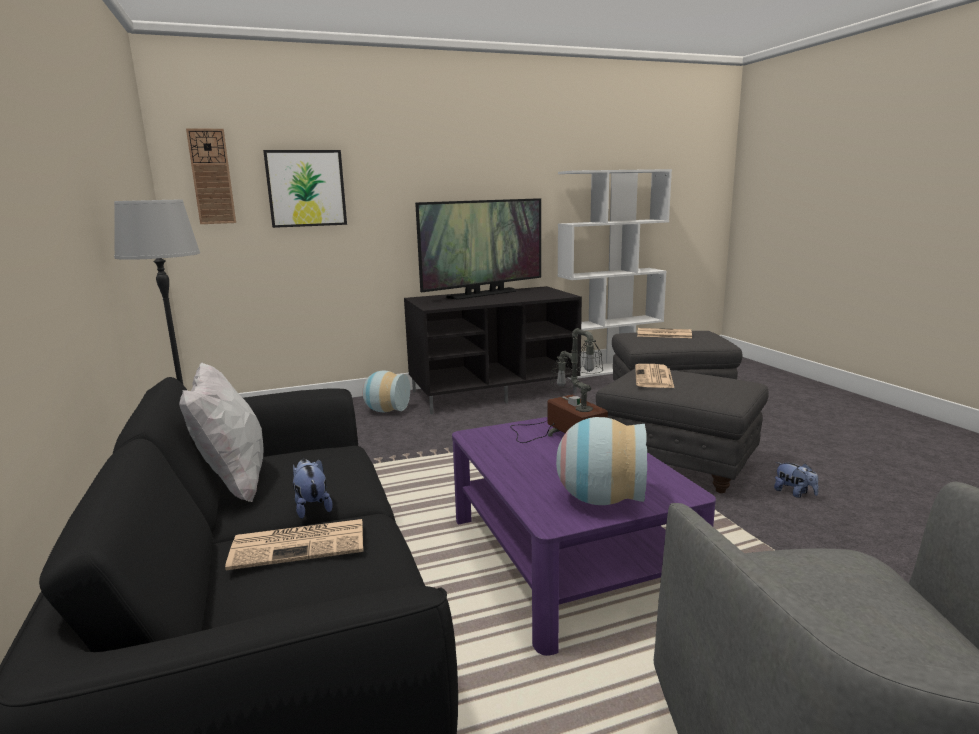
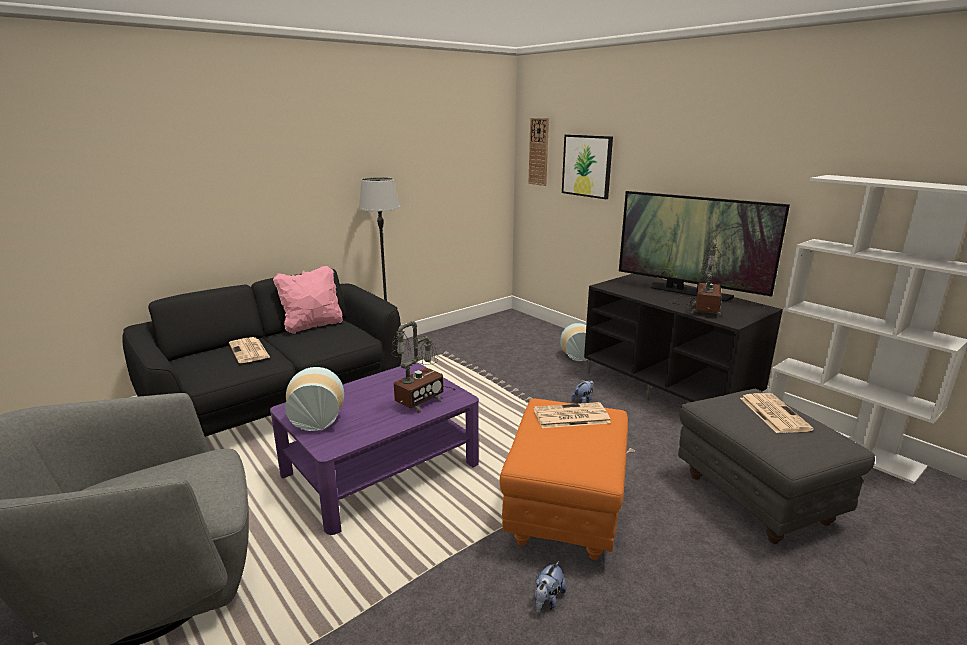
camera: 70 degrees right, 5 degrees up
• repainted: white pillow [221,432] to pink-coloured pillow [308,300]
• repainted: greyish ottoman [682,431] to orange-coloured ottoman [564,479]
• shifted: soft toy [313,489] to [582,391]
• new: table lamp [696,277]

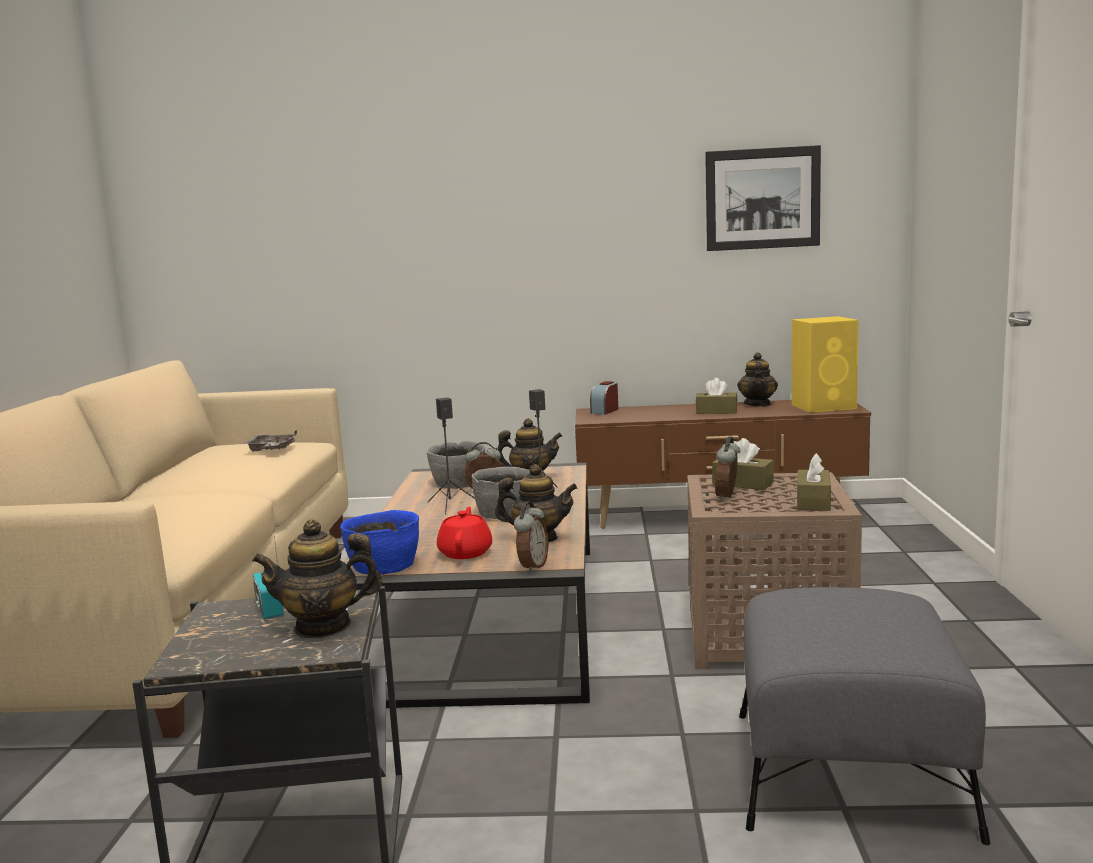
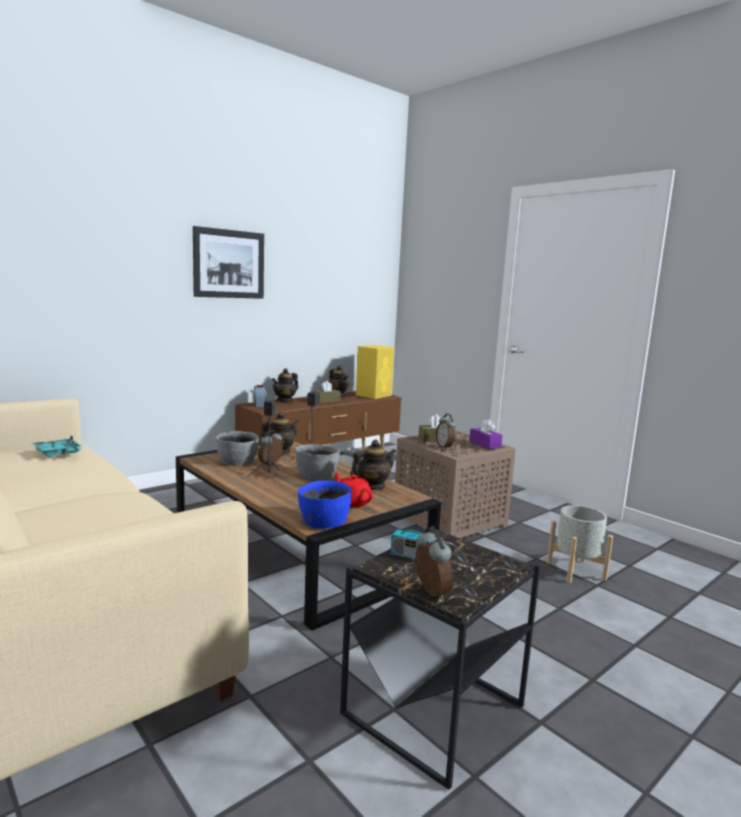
camera: 45 degrees left, 0 degrees up
• shifted: wall picture [763,198] to [228,262]
• repainted: greyish serving tray [270,440] to blue-green serving tray [57,446]
• repainted: brown box of tissues [814,482] to purple-coloured box of tissues [486,434]
• shifted: bedside clock [531,537] to [435,564]
• shifted: tea pot [317,578] to [285,385]
• swapped: greyish ottoman [864,716] to greyish planter [580,544]

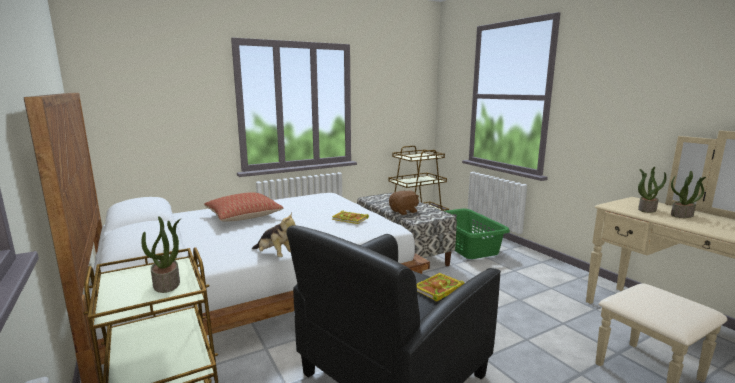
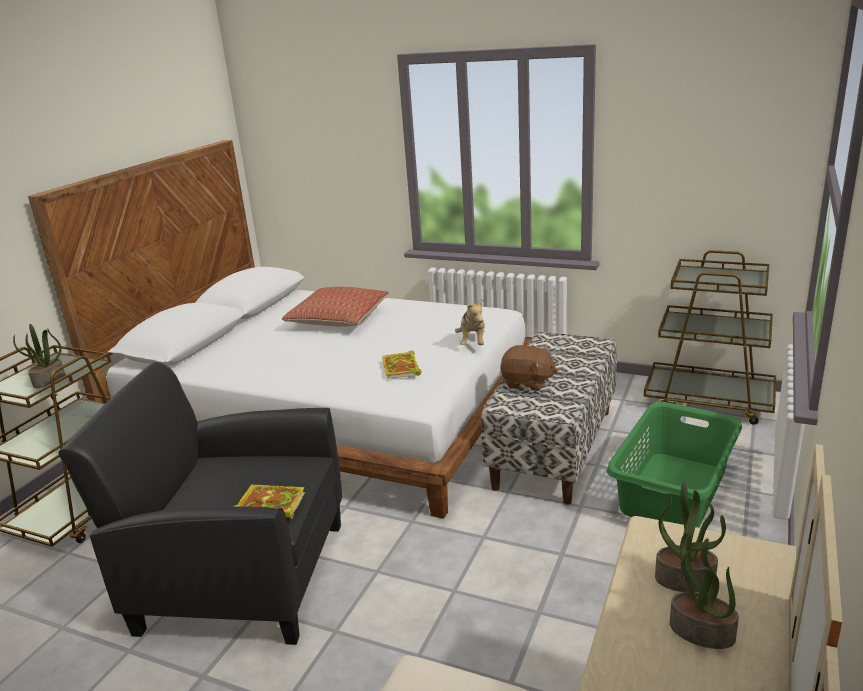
camera: 55 degrees right, 10 degrees up
• shifted: soft toy [273,234] to [470,322]

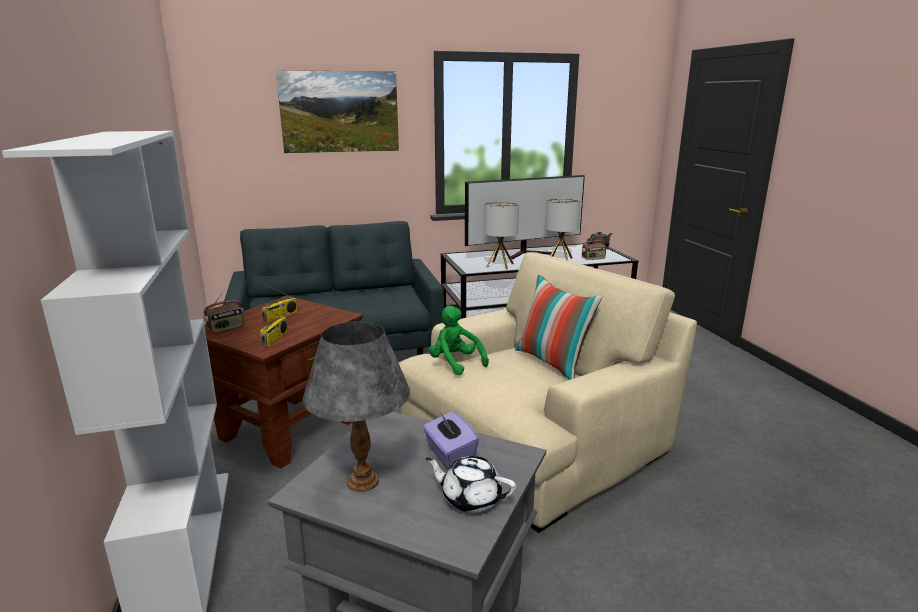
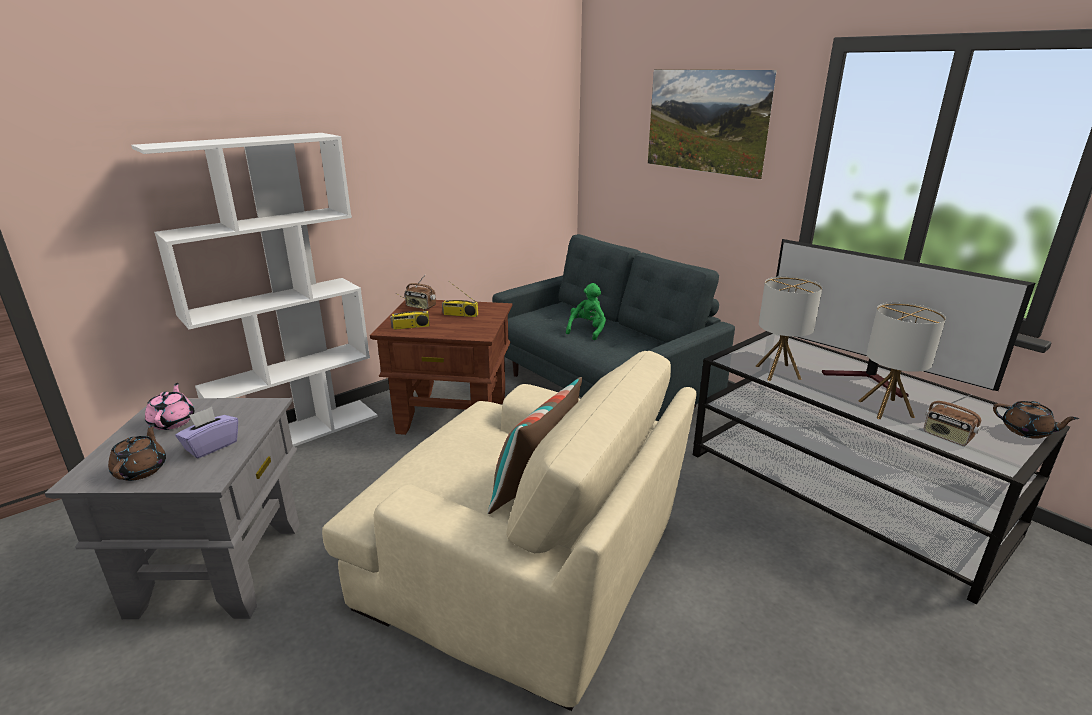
camera: 65 degrees right, 5 degrees up
• shifted: green-coloured soft toy [459,341] to [586,311]
• swapped: greyish table lamp [356,406] to pink-coloured tea pot [169,406]
• repainted: white tea pot [470,484] to brown tea pot [137,452]

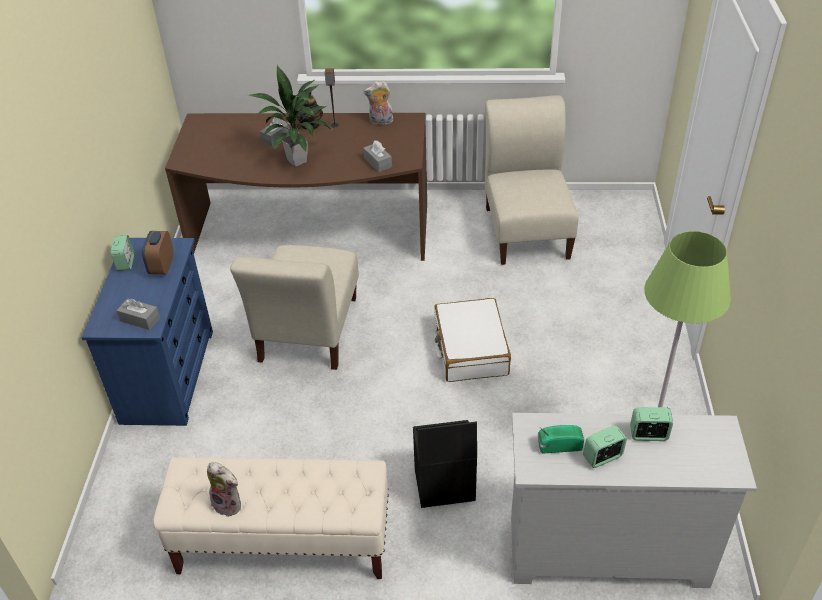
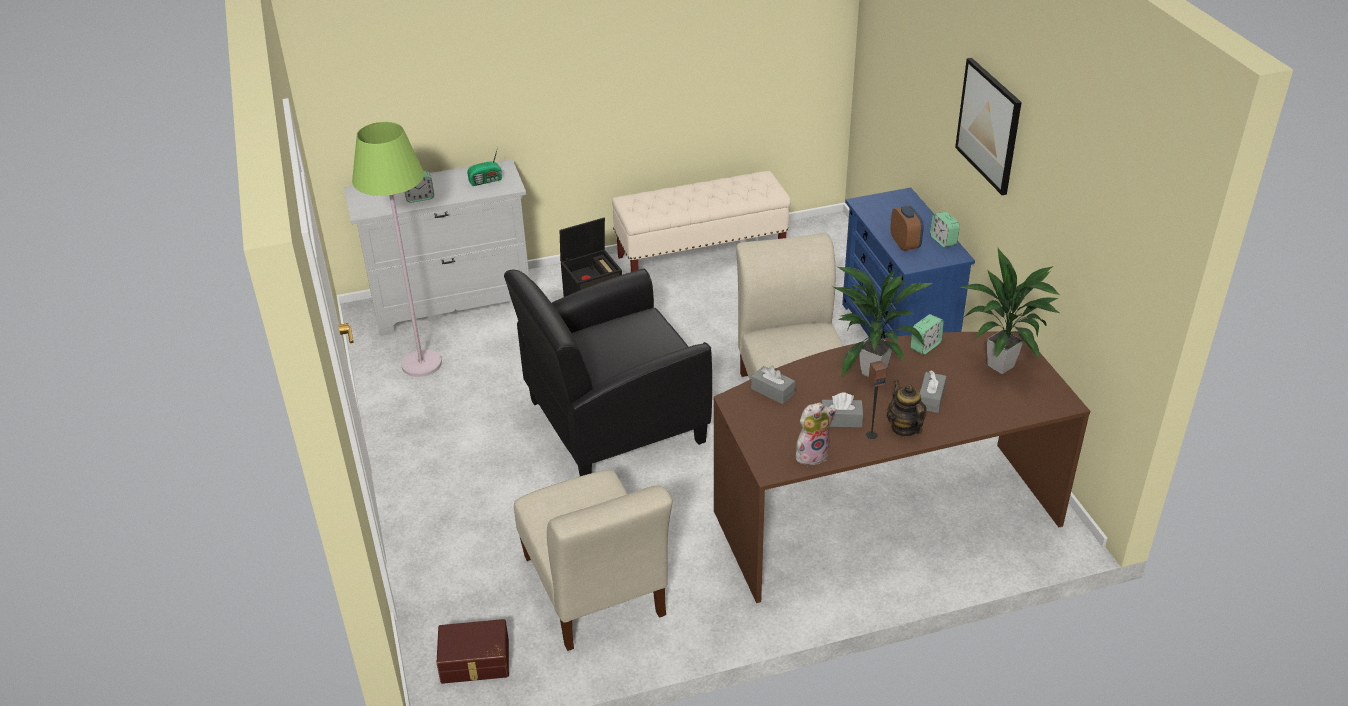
camera: 160 degrees right, 5 degrees down
• shifted: greyish box of tissues [138,314] to [842,409]
• swapped: white travel case [472,340] to blackish lounge chair [608,372]
• shifted: bedside clock [605,446] to [927,334]
• gone: soft toy [224,489]
• new: wall picture [988,126]
• new: potted plant [1011,311]
• new: brown storage box [473,651]

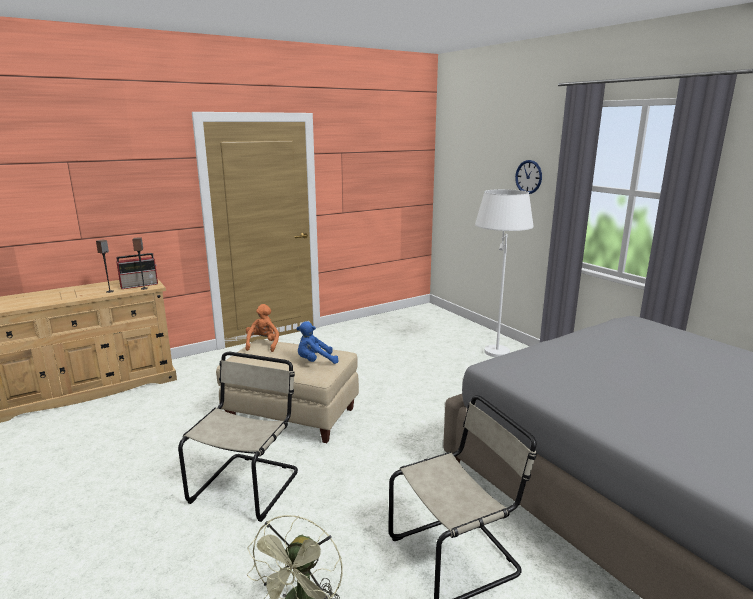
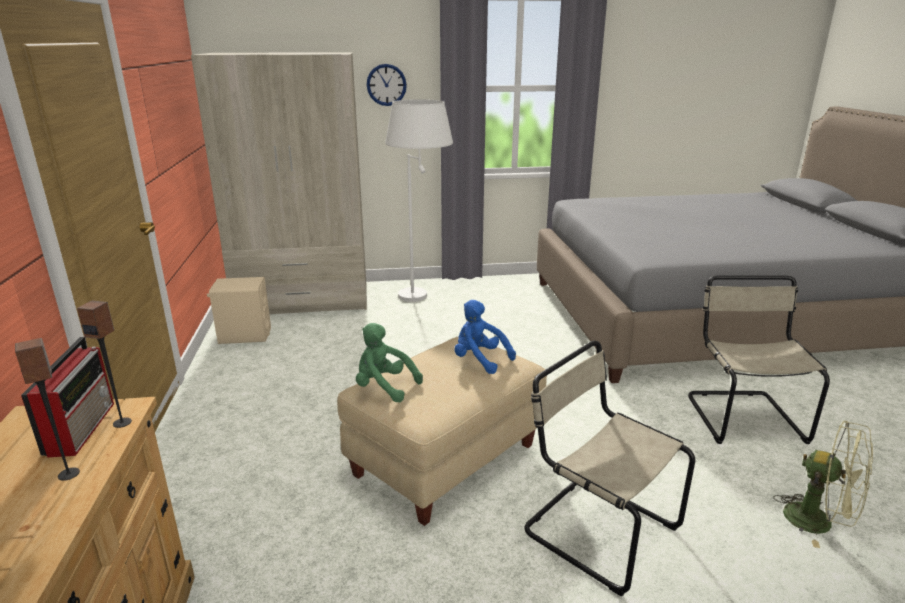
camera: 65 degrees left, 5 degrees up
• repainted: orange-coloured soft toy [262,328] to green-coloured soft toy [389,362]
• rotated: blue-coloured soft toy [317,342] = [485,337] 120 degrees clockwise
• new: beige clothes cupboard [279,183]
• new: beige loudspeaker [239,310]

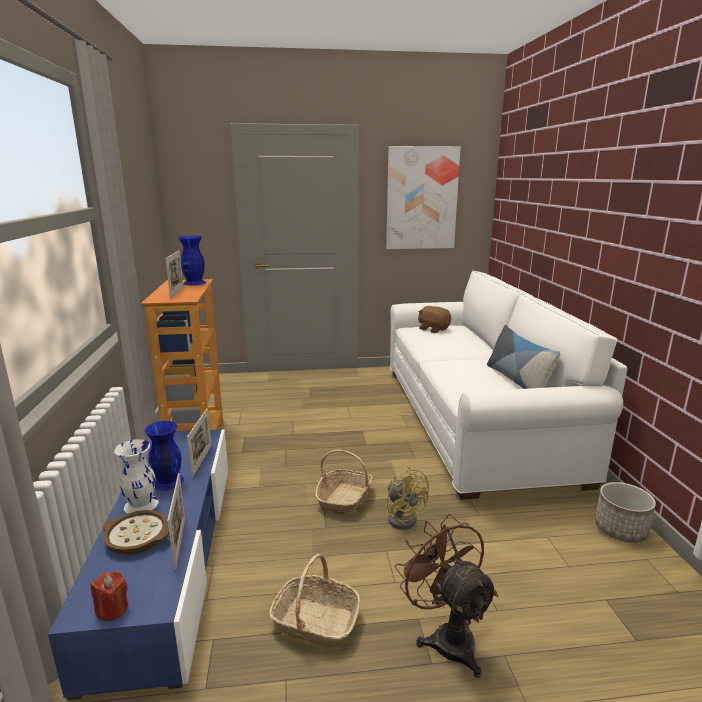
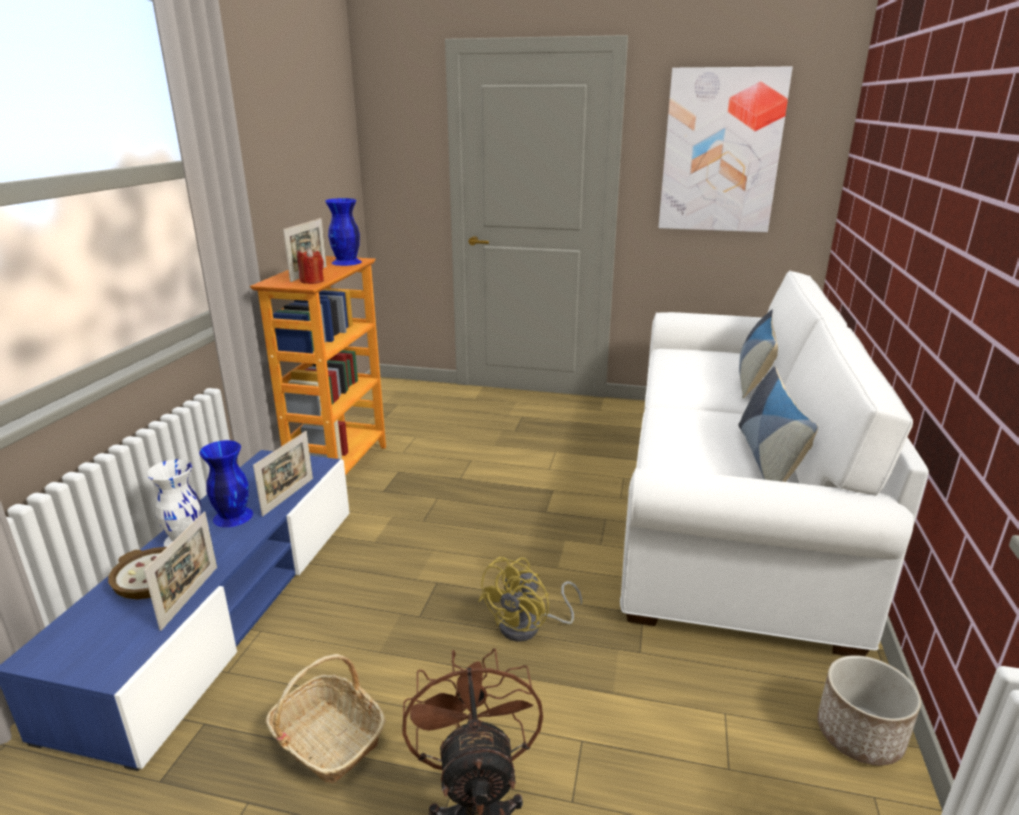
camera: 20 degrees right, 5 degrees up
• gone: brown soft toy [434,319]
• gone: household basket [344,483]
• rotated: yellowish cooling fan [407,498] = [530,599] 45 degrees clockwise
• shifted: red wax light [109,595] to [310,266]
• new: pillow [758,353]

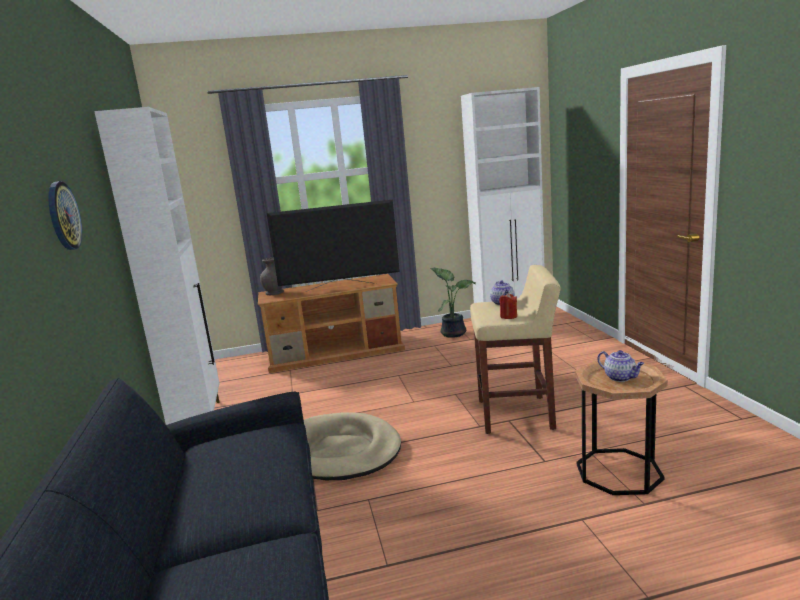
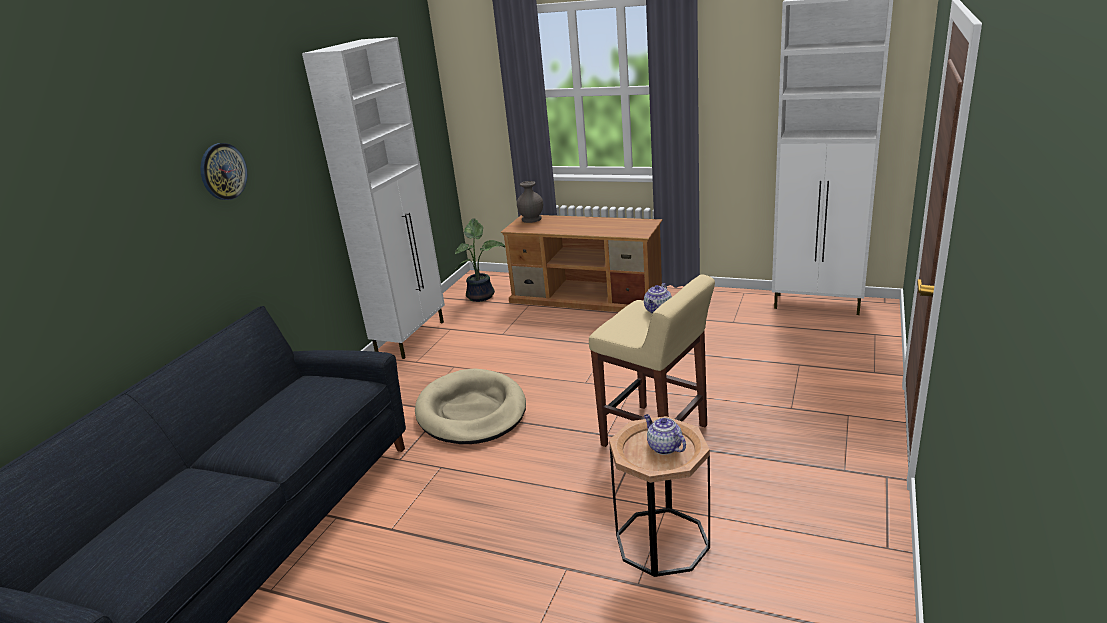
camera: 35 degrees right, 10 degrees up
• gone: TV set [333,246]
• shifted: potted plant [453,303] to [479,260]
• gone: red wax light [508,306]
• rotated: tea pot [620,366] = [665,434] 150 degrees clockwise

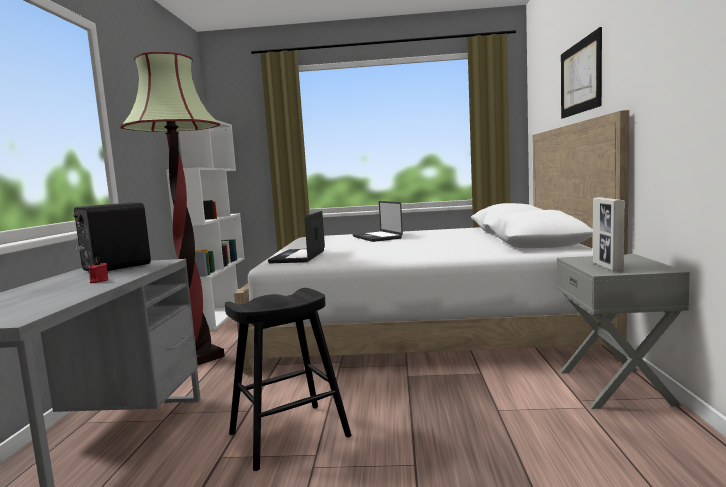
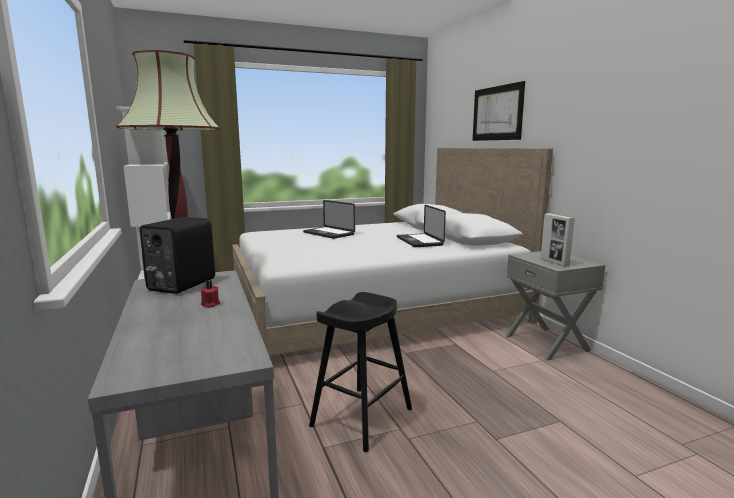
camera: 25 degrees left, 5 degrees up
• shifted: notebook computer [296,237] to [421,226]

